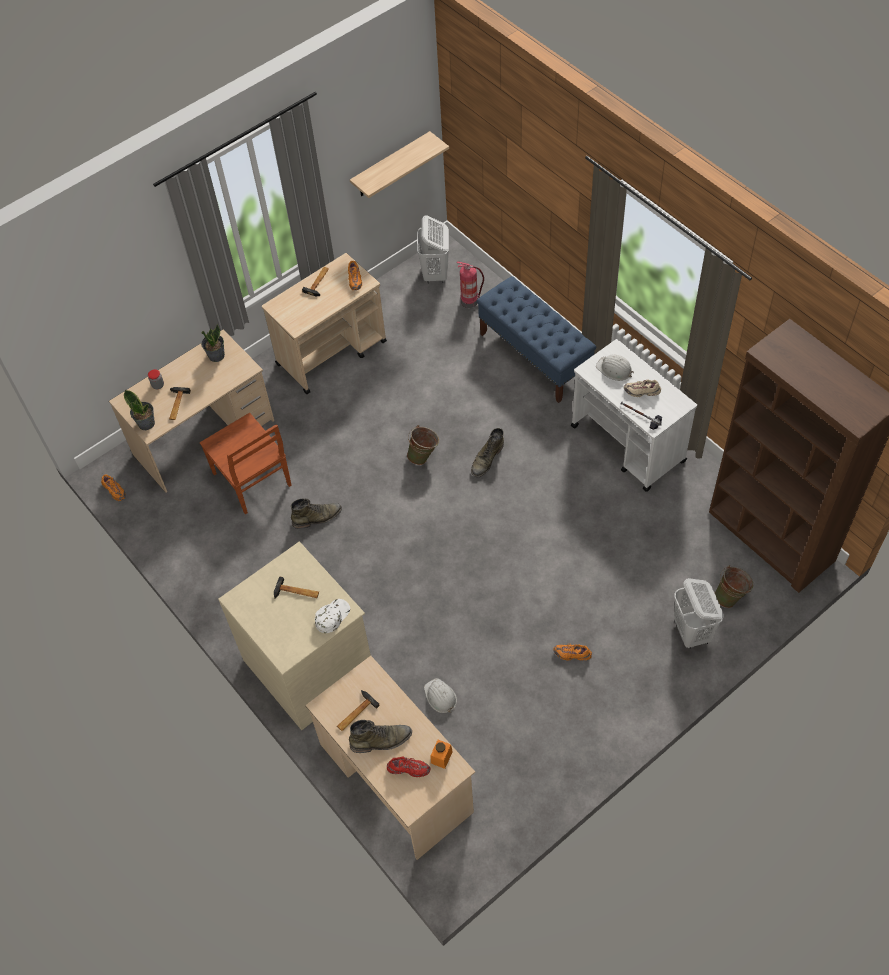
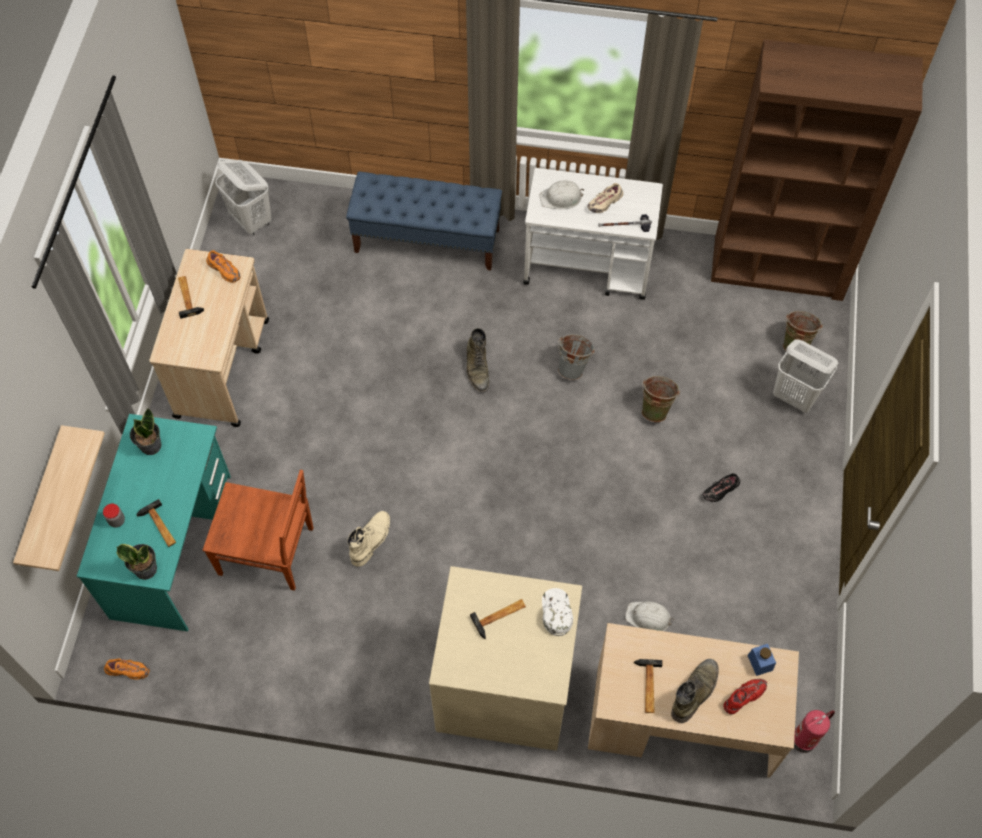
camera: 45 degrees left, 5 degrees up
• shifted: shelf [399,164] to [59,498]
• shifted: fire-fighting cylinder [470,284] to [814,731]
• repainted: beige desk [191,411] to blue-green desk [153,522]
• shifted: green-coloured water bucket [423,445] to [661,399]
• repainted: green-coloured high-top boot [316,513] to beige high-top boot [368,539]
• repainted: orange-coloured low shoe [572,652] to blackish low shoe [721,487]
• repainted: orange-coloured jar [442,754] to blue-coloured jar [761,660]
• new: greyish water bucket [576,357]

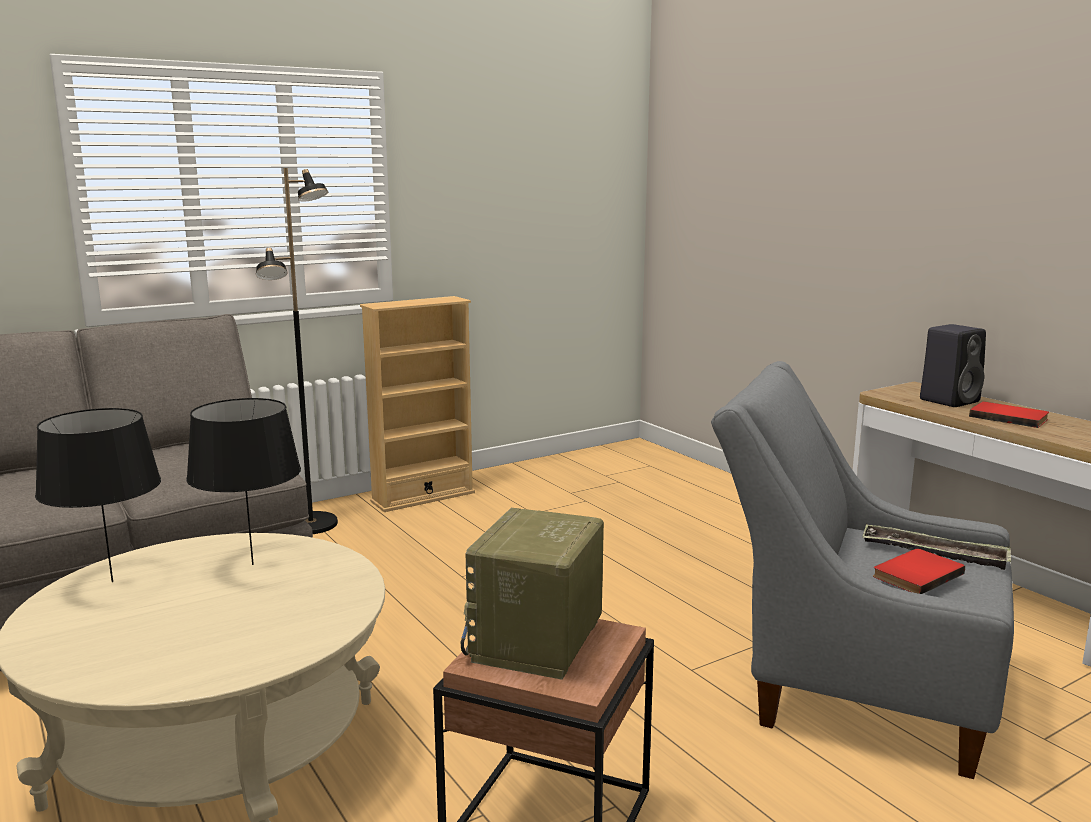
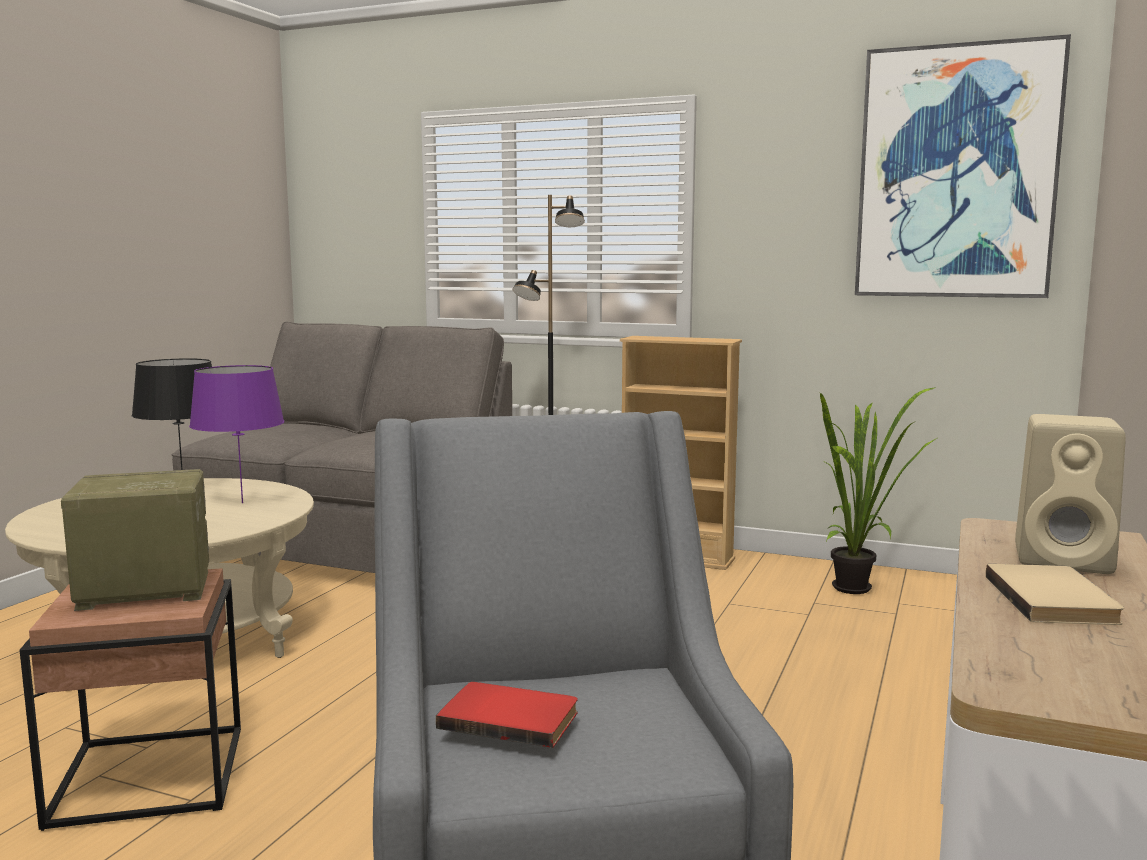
camera: 55 degrees right, 5 degrees down
• repainted: blackish loudspeaker [953,365] to beige loudspeaker [1070,494]
• repainted: blackish table lamp [243,481] to purple-coloured table lamp [236,434]
• repainted: red volume [1009,415] to beige volume [1055,594]
• gone: serving tray [936,547]
• new: wall picture [963,166]
• new: potted plant [878,490]

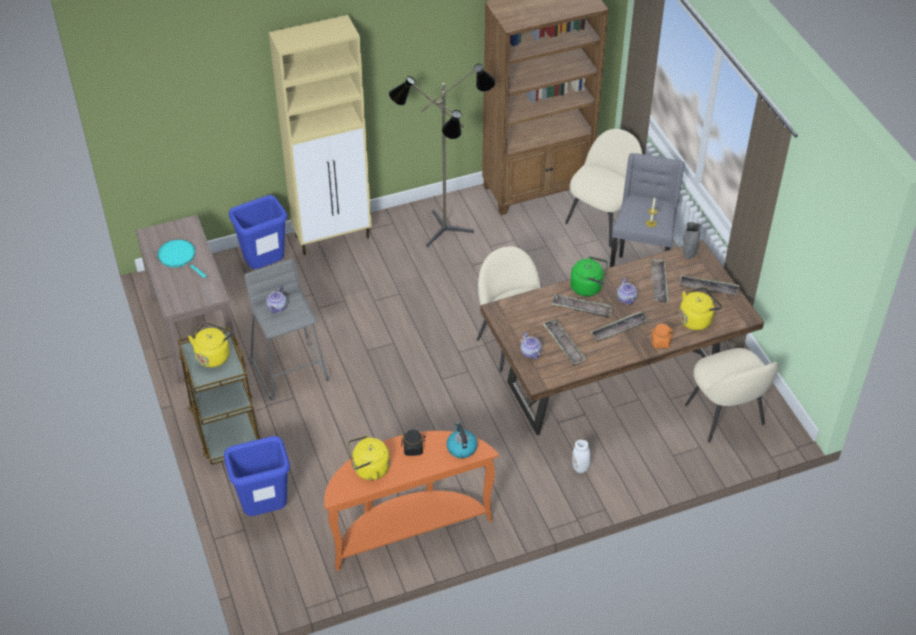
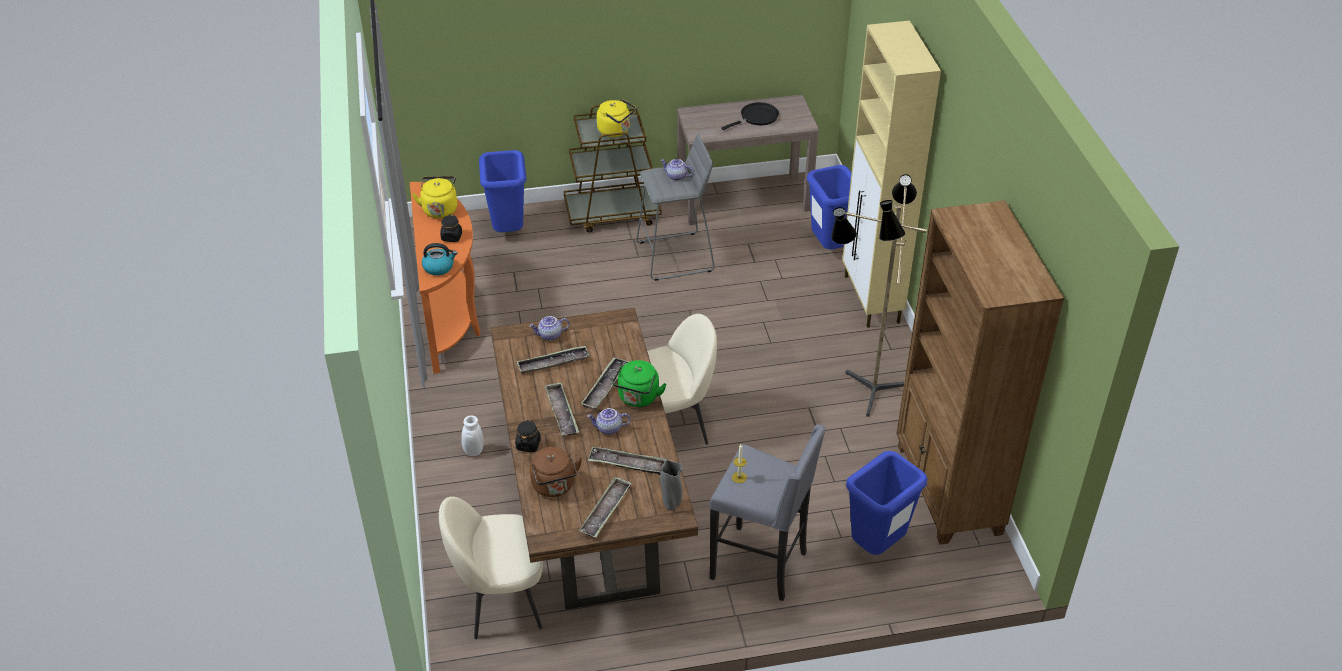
camera: 100 degrees right, 5 degrees down
• swapped: beige upright chair [603,188] to blue-coloured trash can [886,503]
• repainted: blue-green skillet [181,258] to blackish skillet [750,116]
• repainted: yellowish tea kettle [700,308] to brown tea kettle [556,472]
• repainted: orange-coloured jar [661,336] to blackish jar [528,436]

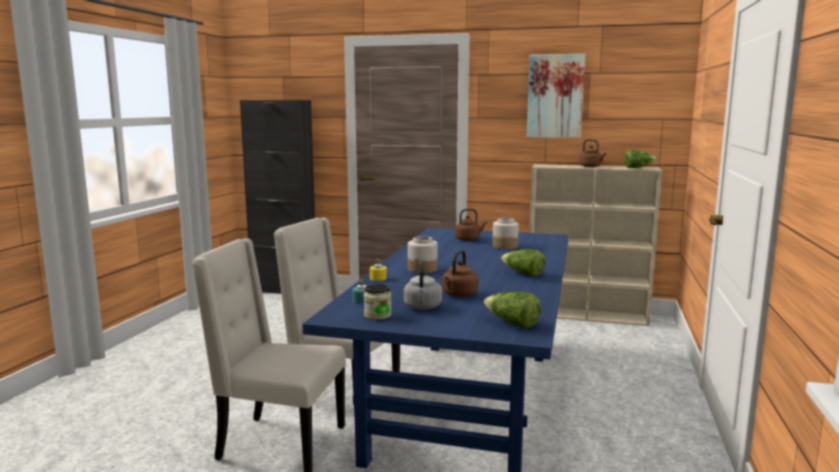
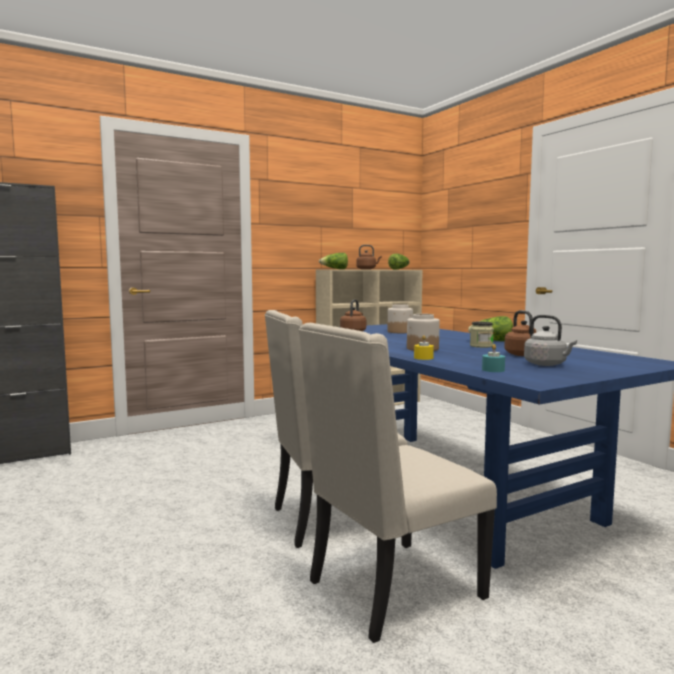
camera: 45 degrees left, 5 degrees down
• gone: wall picture [556,96]
• shifted: jar [377,302] to [482,334]
• shifted: lettuce [512,310] to [333,261]

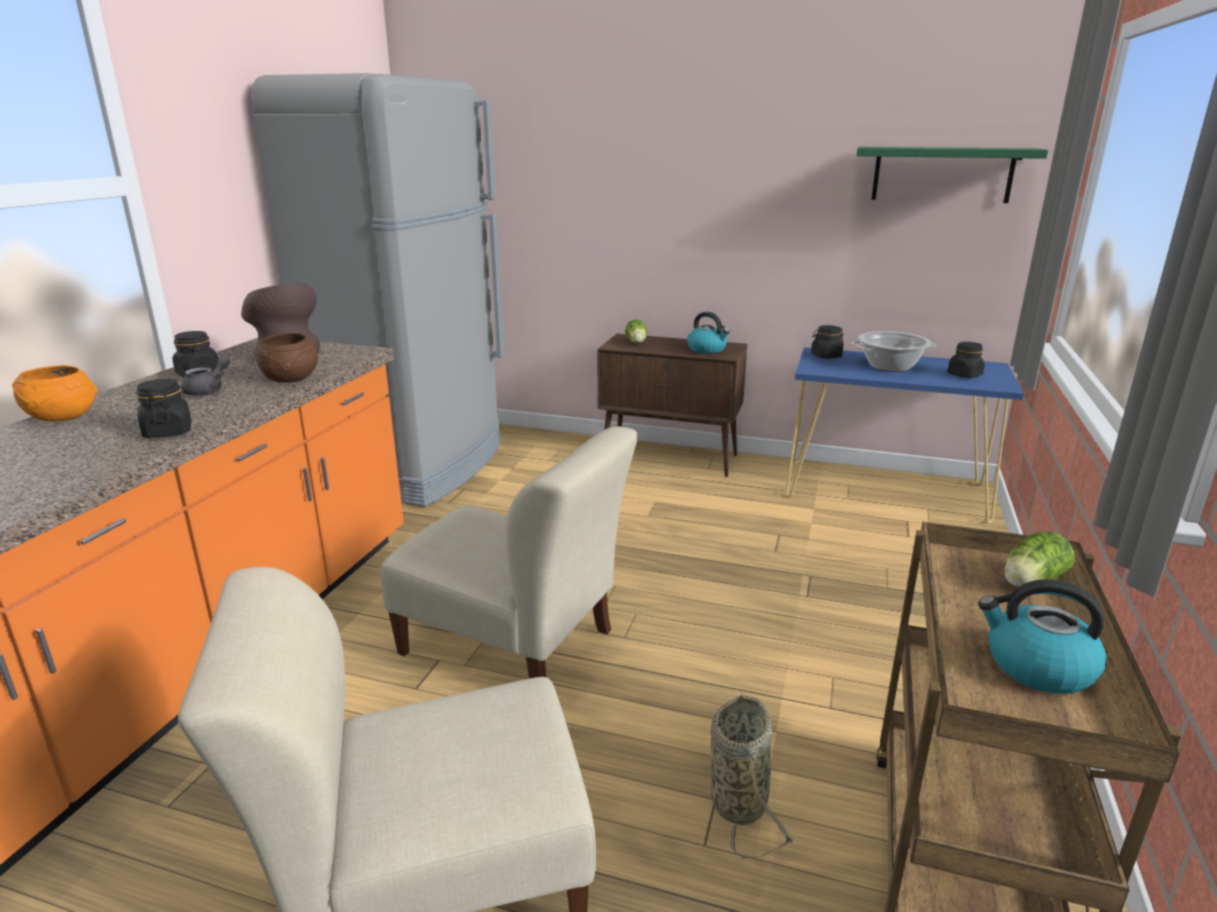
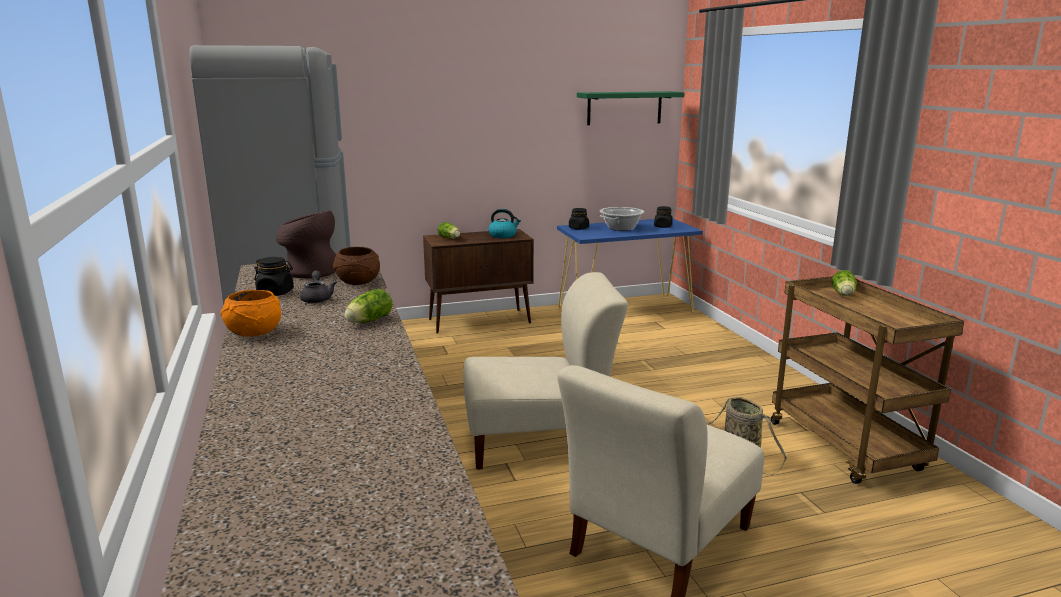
camera: 35 degrees left, 5 degrees down
• swapped: blackish jar [163,408] to lettuce [368,306]
• gone: tea kettle [1042,636]

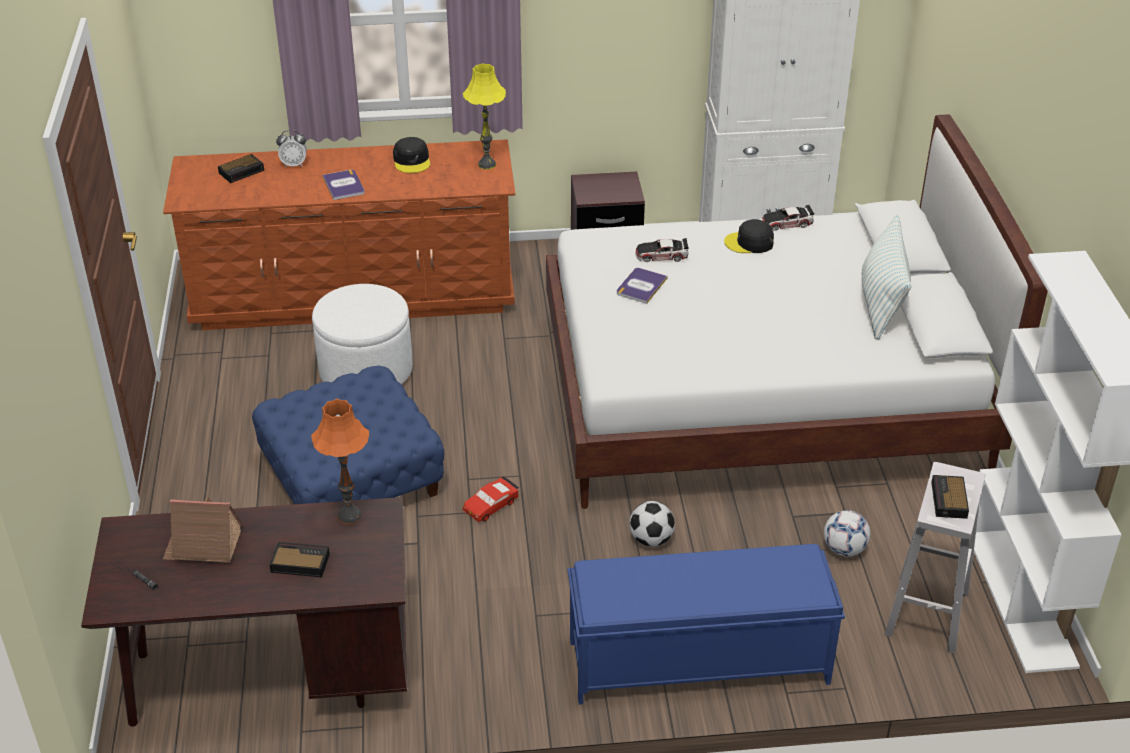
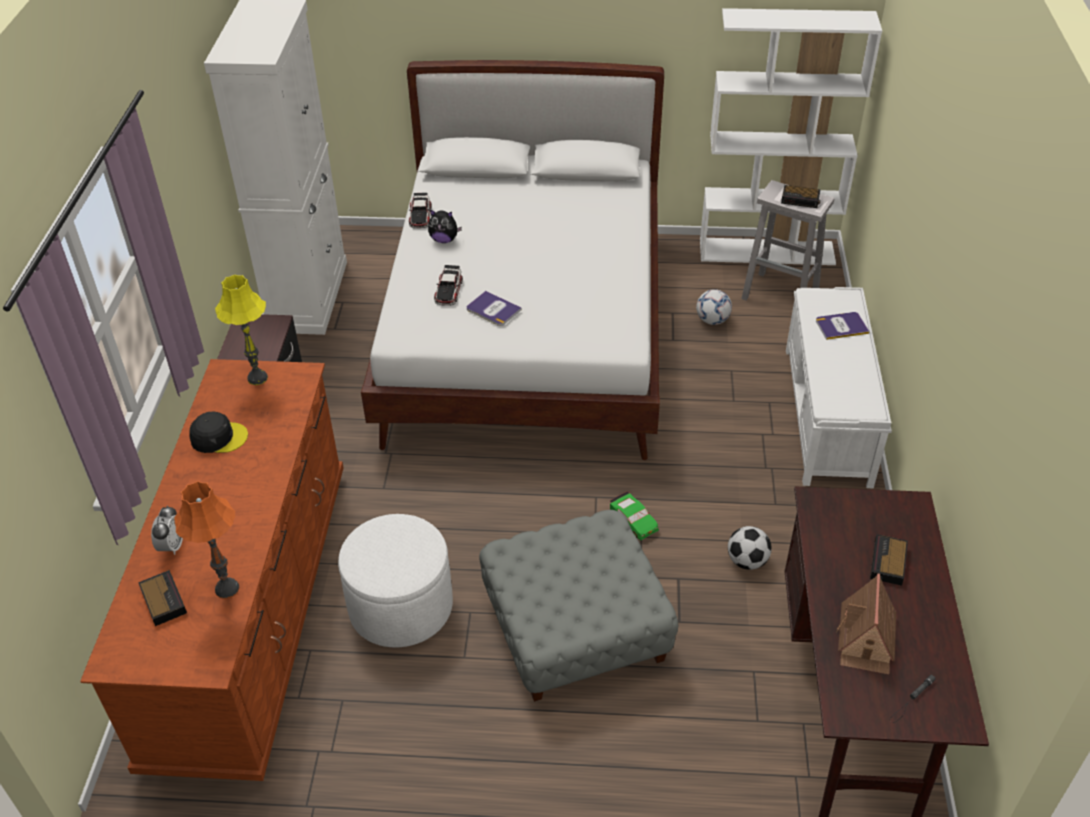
camera: 80 degrees left, 5 degrees up
• shifted: volume [343,185] to [843,326]
• gone: pillow [886,277]
• swapped: blackish peaked cap [749,236] to soft toy [445,226]
• repainted: blue-coloured ottoman [348,435] to greyish ottoman [578,606]
• shifted: orange-coloured table lamp [340,461] to [206,540]
• repainted: red model car [491,499] to green-coloured model car [634,516]
• shifted: ball for football [652,524] to [750,548]
• repainted: blue-coloured bench [706,624] to white bench [839,387]

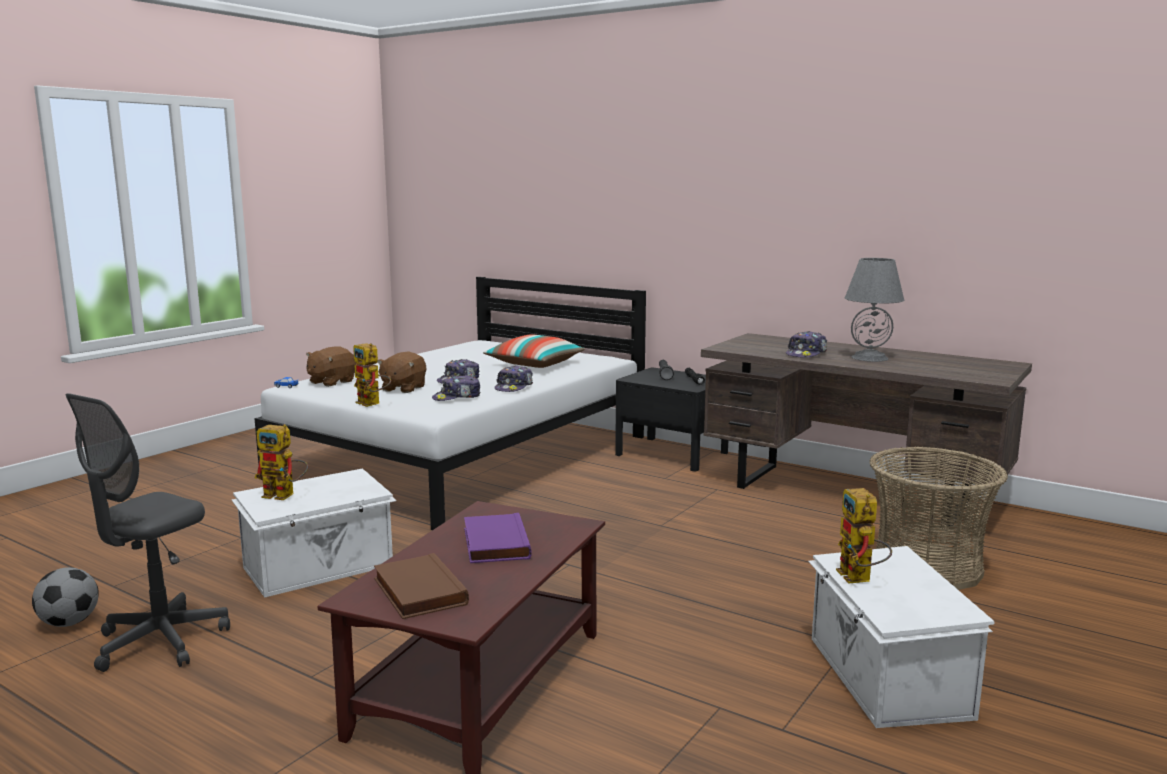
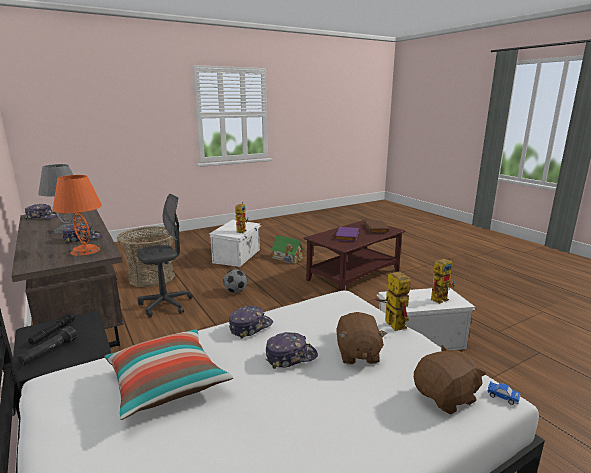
camera: 155 degrees left, 5 degrees up
• rotated: brown soft toy [401,372] = [362,338] 135 degrees clockwise
• shifted: peaked cap [456,388] to [42,211]
• shifted: greyish computer chair [147,532] to [165,255]
• rotated: model robot [281,462] = [443,280] 105 degrees clockwise
• shifted: ball for football [65,597] to [235,281]
• new: orange-coloured table lamp [77,215]
• new: toy house [287,248]

